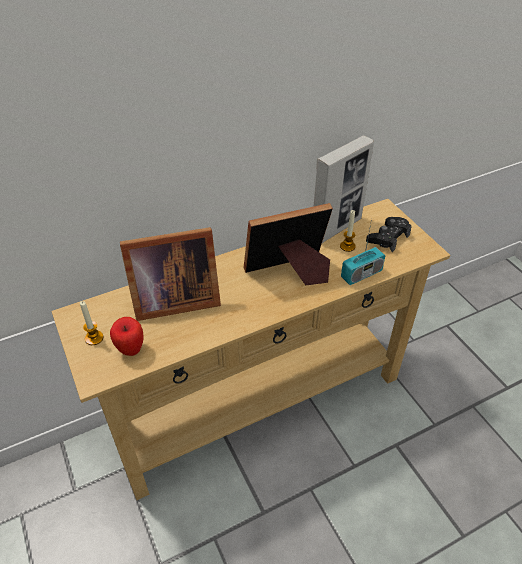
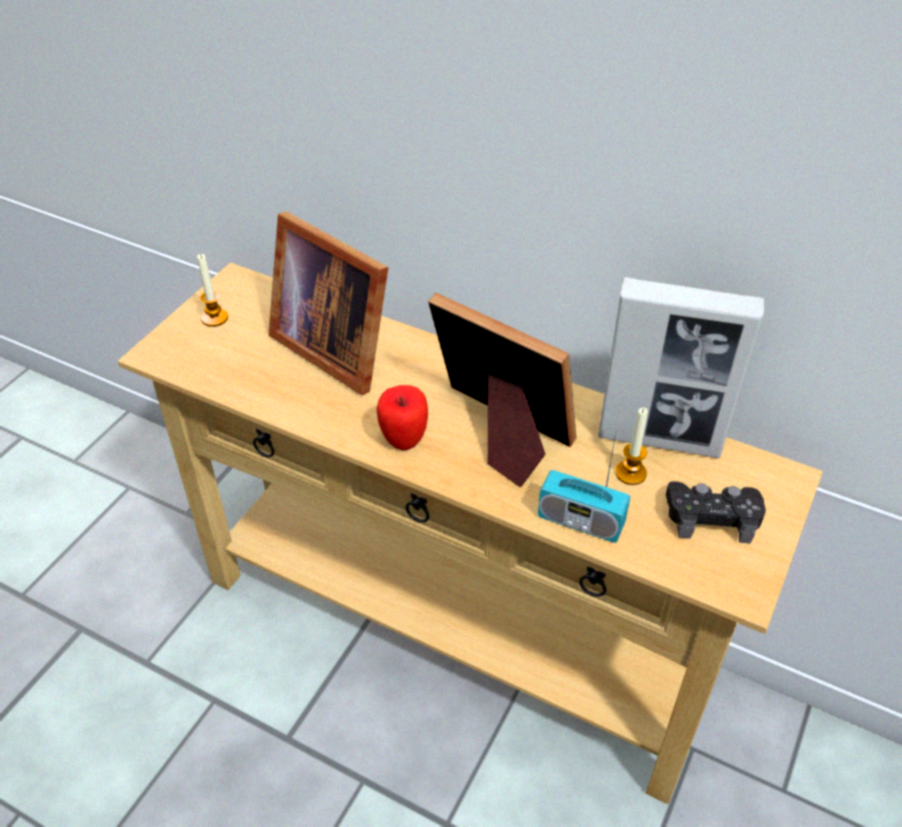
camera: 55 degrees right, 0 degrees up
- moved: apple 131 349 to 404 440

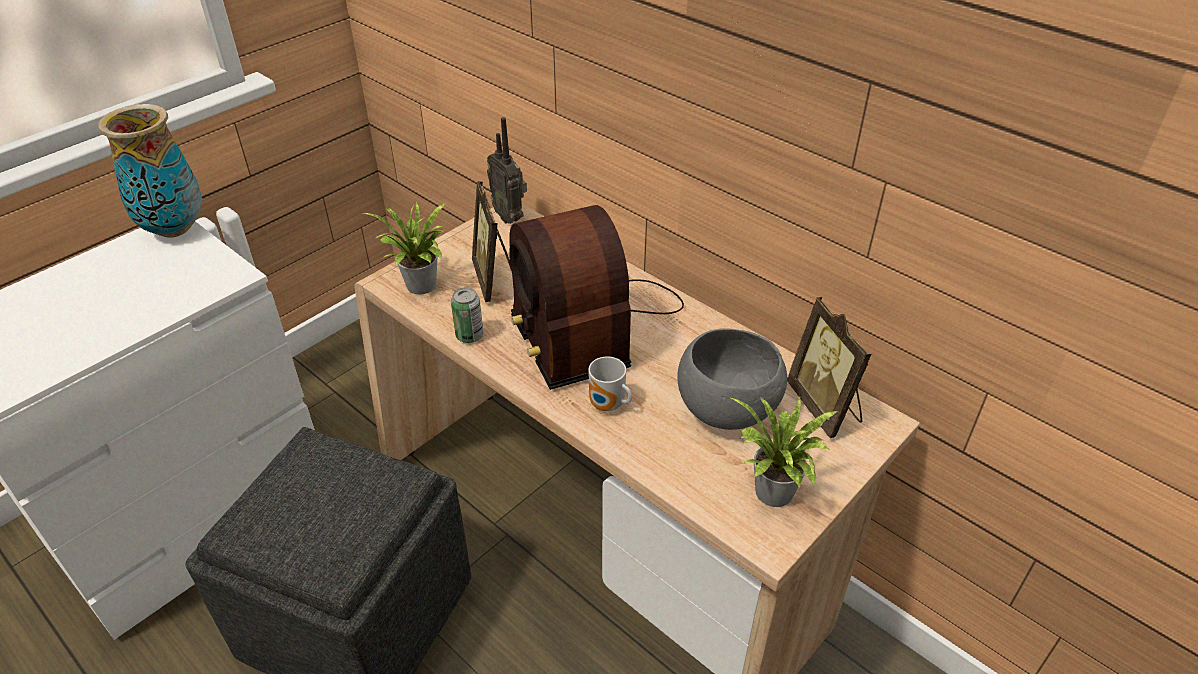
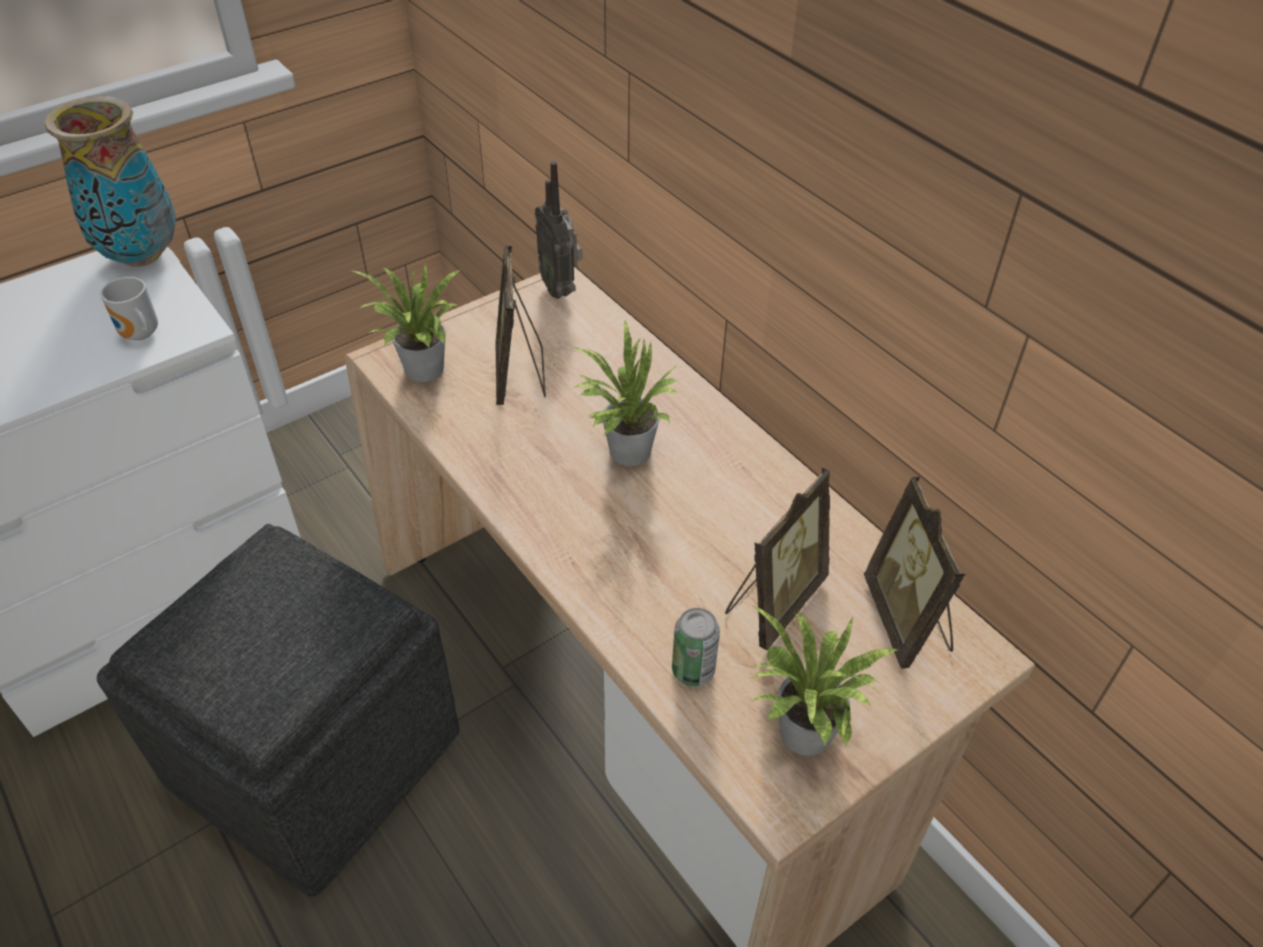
camera: 10 degrees right, 5 degrees up
- replaced: radio 590 323 to potted plant 624 452
- moved: can 469 335 to 693 670
- replaced: grey bowl 726 408 to picture frame 772 602
- moved: mug 608 406 to 140 336

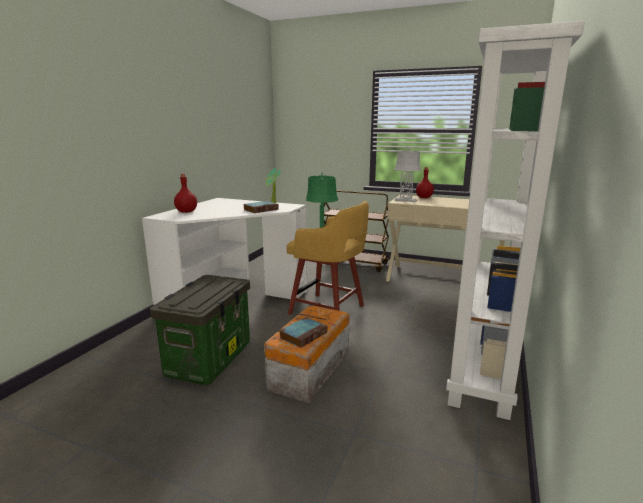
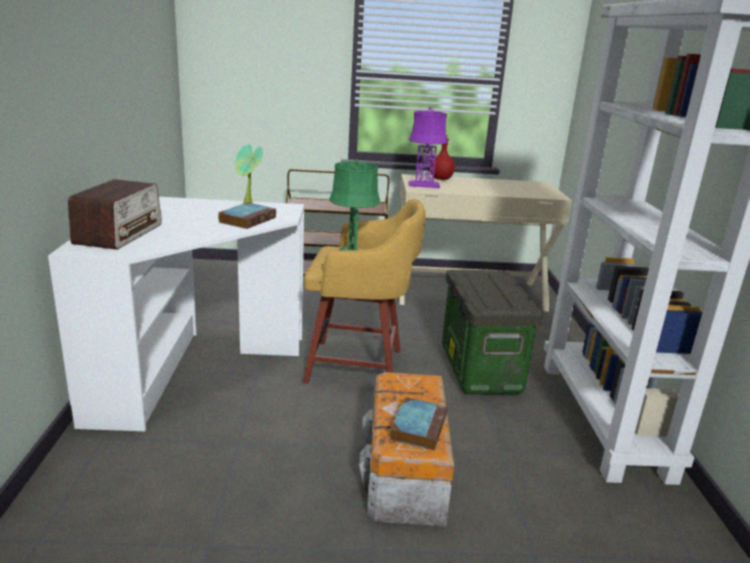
camera: 25 degrees left, 5 degrees up
- recoloured: grey table lamp 405 200 to purple table lamp 423 185
- replaced: red bottle 186 212 to radio 119 234
- moved: storage box 209 359 to 478 369

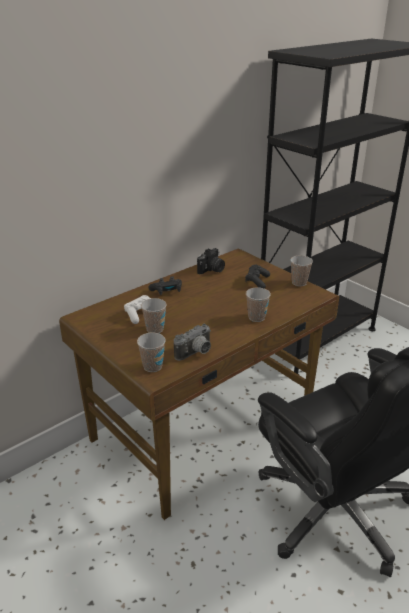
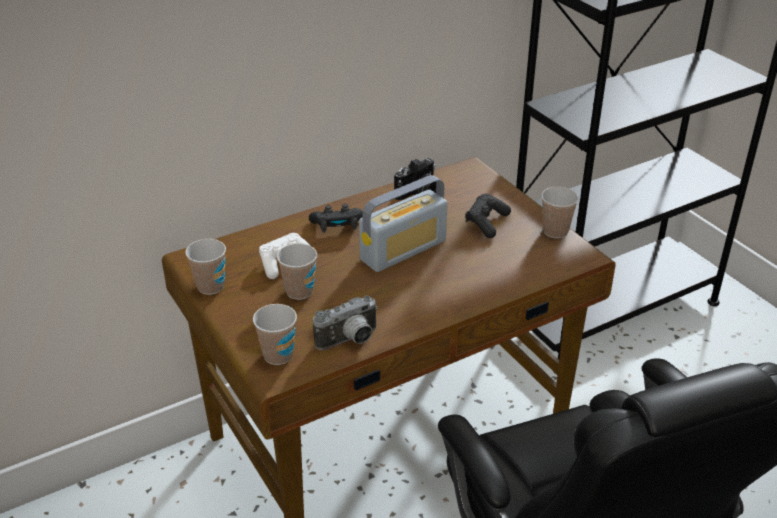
camera: 10 degrees right, 5 degrees up
- moved: cup 256 317 to 210 286
- added: radio 403 250

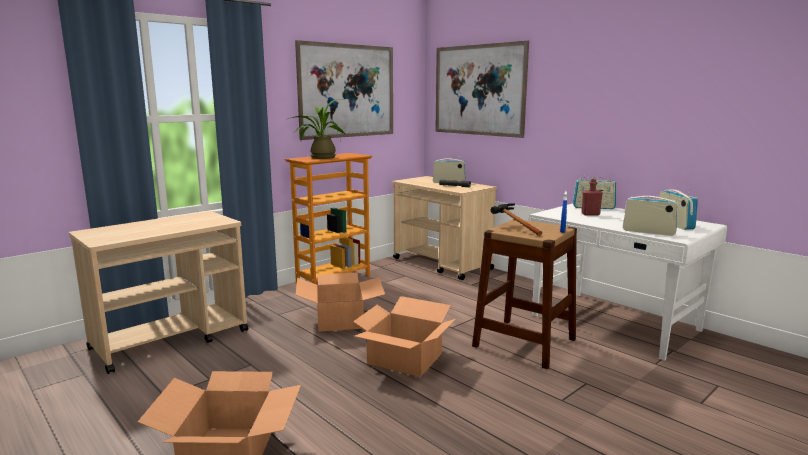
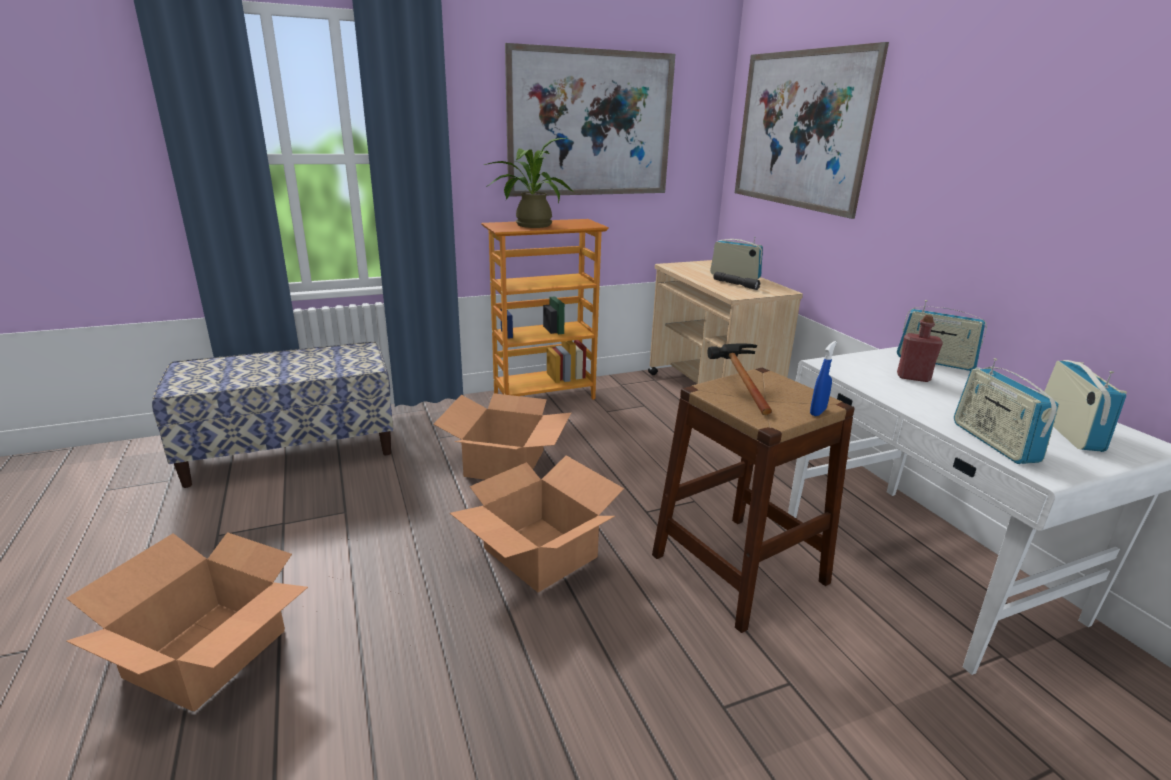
camera: 20 degrees right, 10 degrees up
- turned: radio 648 232 = 993 442 150 degrees counterclockwise
- replaced: beige cart 172 339 to bench 293 450

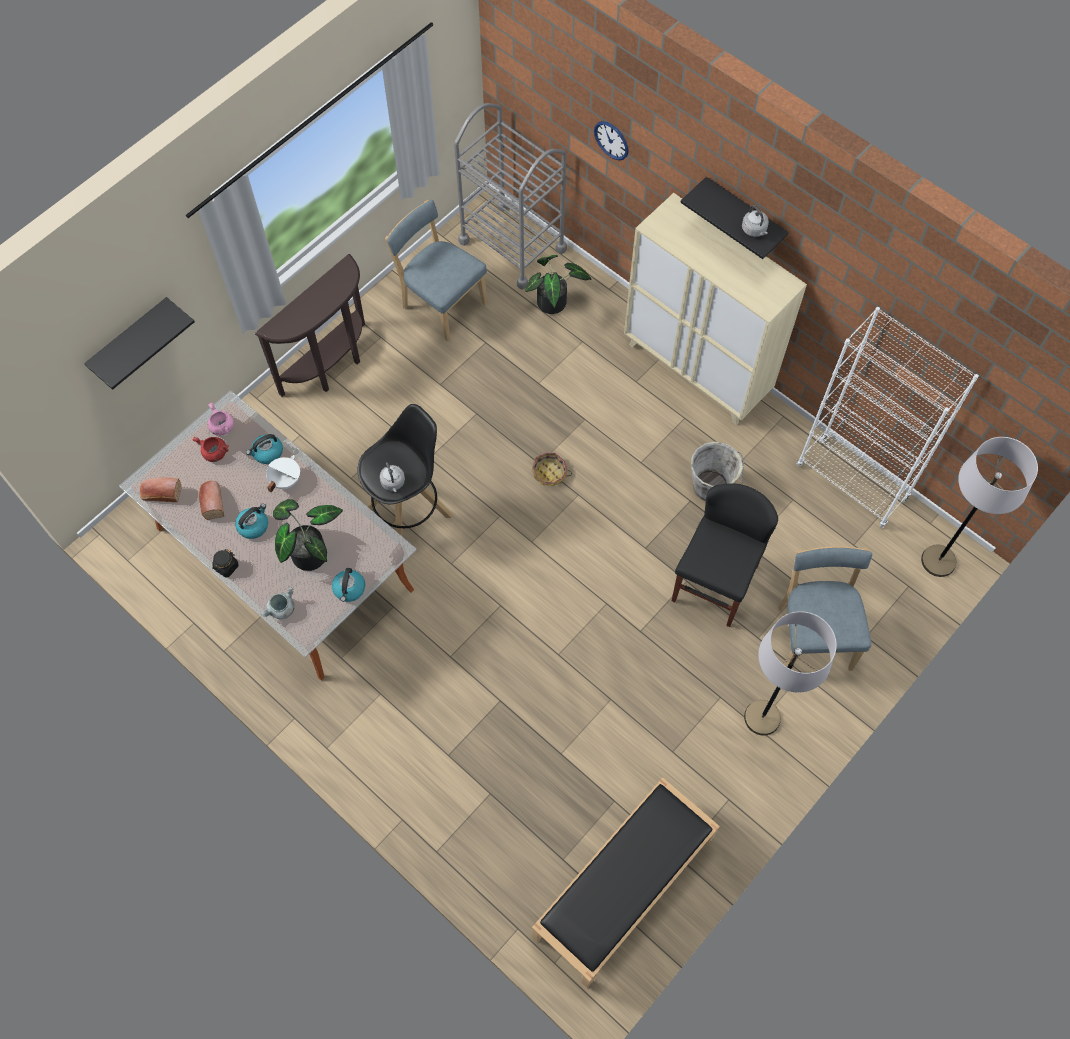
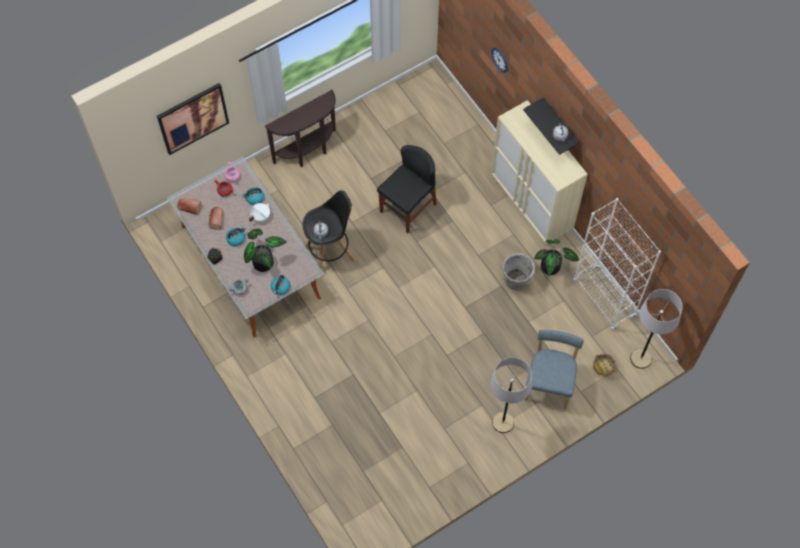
camera: 15 degrees right, 0 degrees up
- removed: grey cart 512 245
- removed: blue chair 441 303
- moved: potted plant 555 303 to 552 268
- replaced: black shelf 131 340 to picture 193 118
- moved: basket 549 473 to 603 367
- moved: black chair 714 583 to 408 208
- removed: black bench 623 888

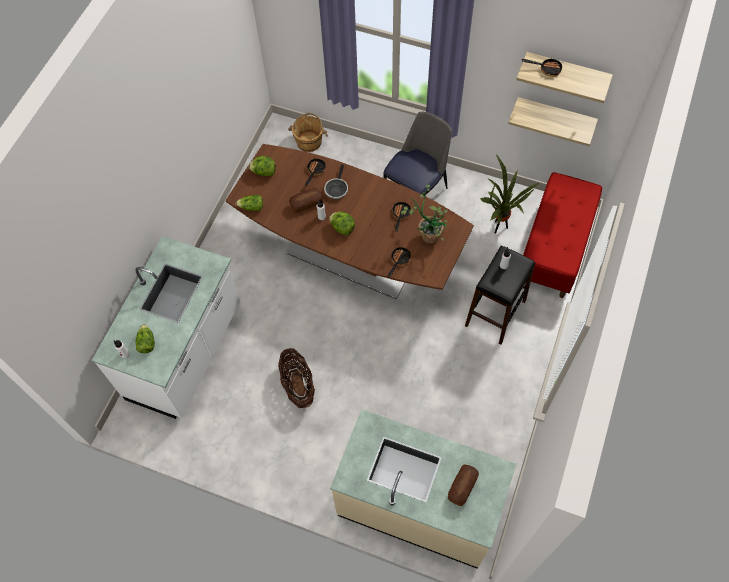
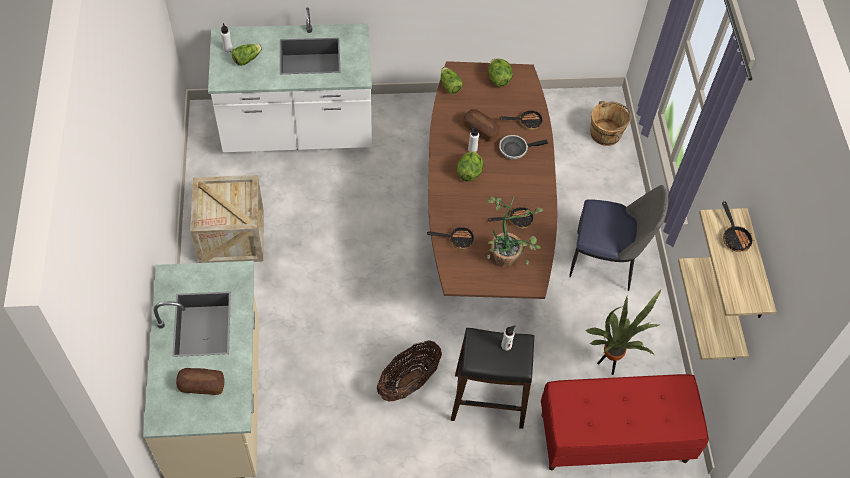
camera: 60 degrees right, 5 degrees down
- moved: basket 298 385 to 409 381
- added: crate 231 236

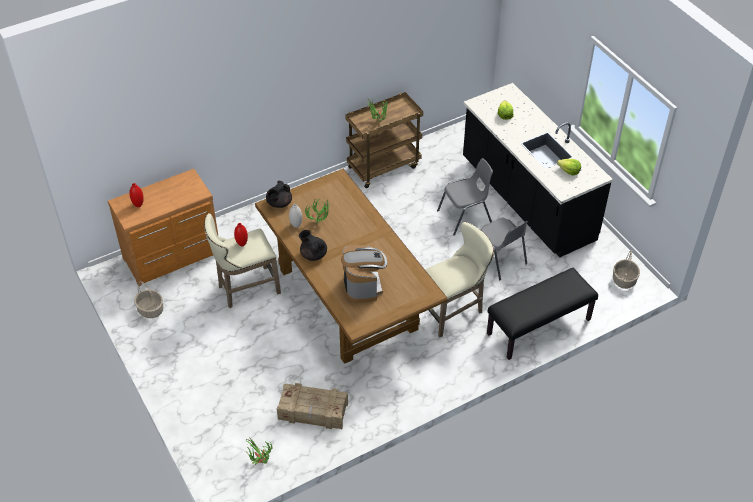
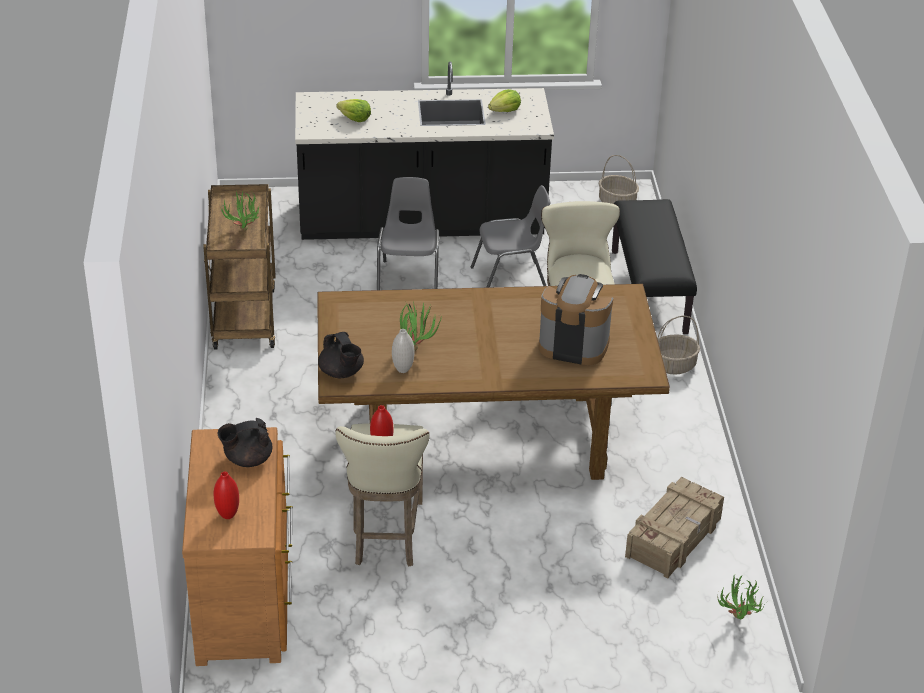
camera: 65 degrees left, 10 degrees down
- moved: black teapot 313 254 to 247 459
- moved: basket 150 310 to 674 365

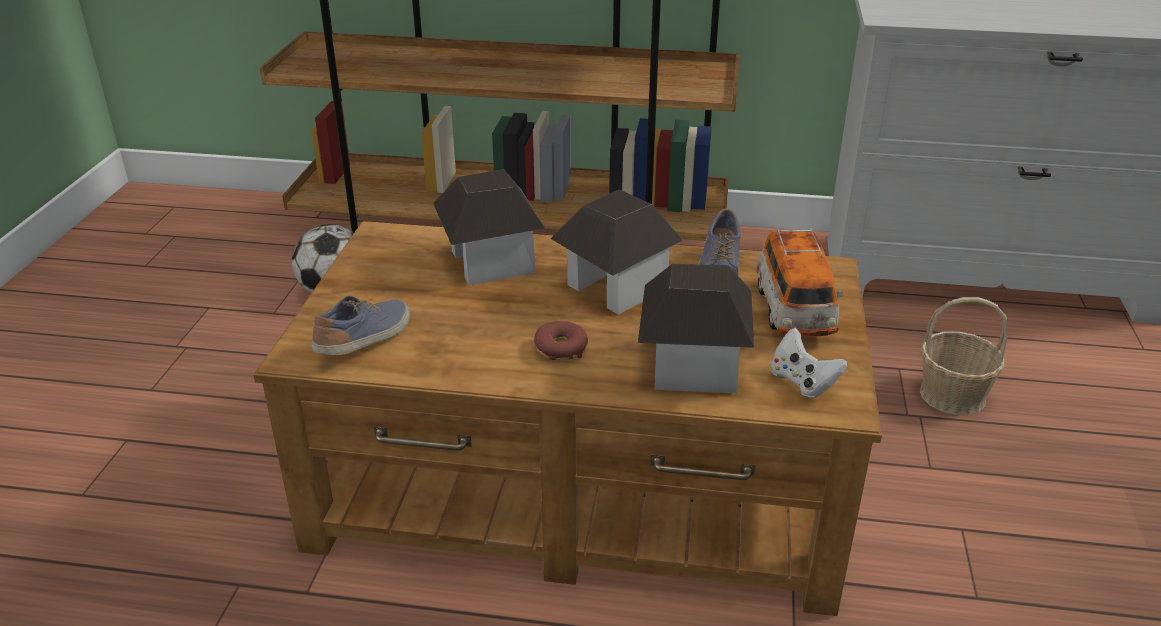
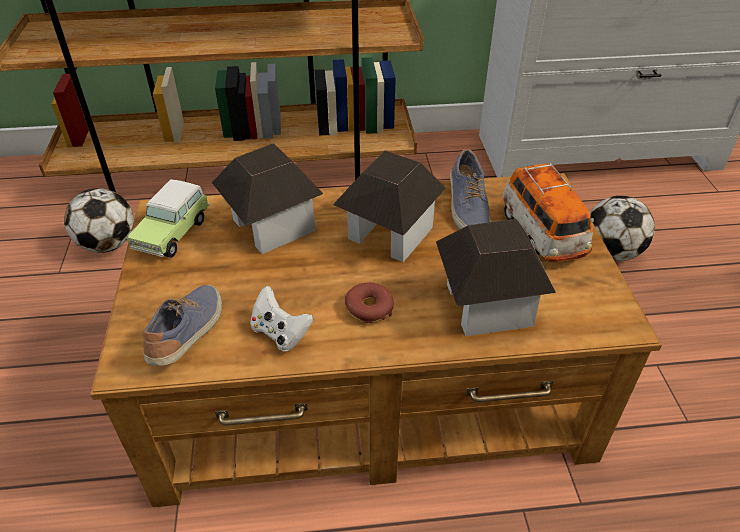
camera: 15 degrees left, 10 degrees up
- replaced: basket 953 395 to football 611 252
- moved: white game controller 802 382 to 280 333
- added: toy car 175 232

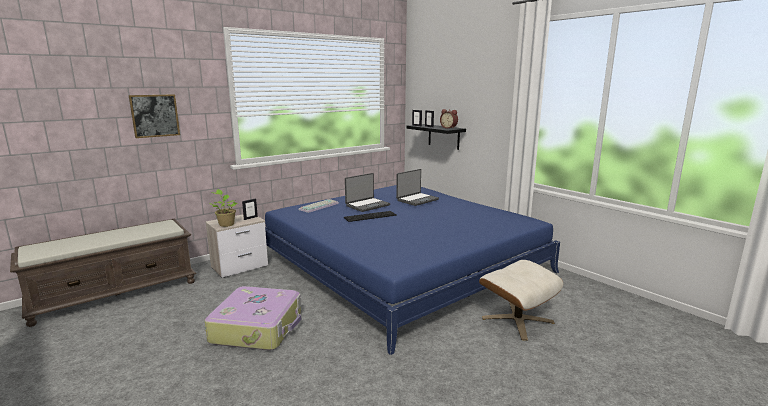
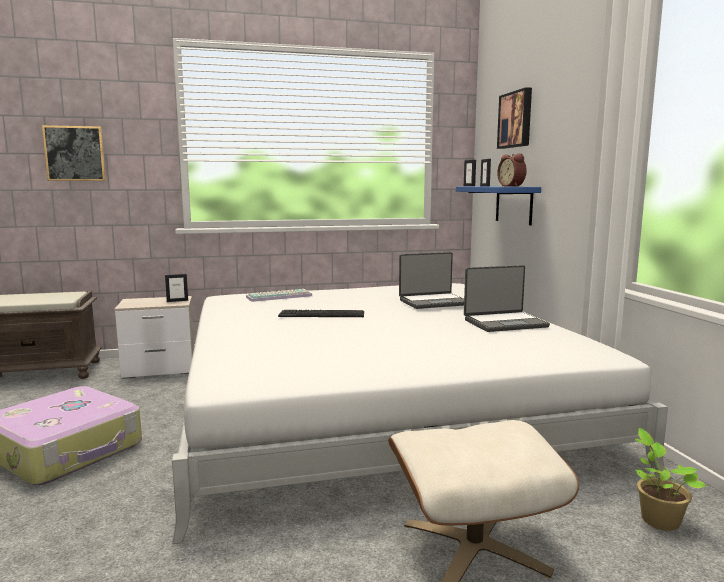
camera: 25 degrees right, 5 degrees down
- recoloured: black shelf 443 136 to blue shelf 514 204
- moved: laptop 367 205 to 504 323
- recoloured: blue bed 401 264 to white bed 375 403
- moved: potted plant 226 224 to 657 519
- added: picture 516 119

